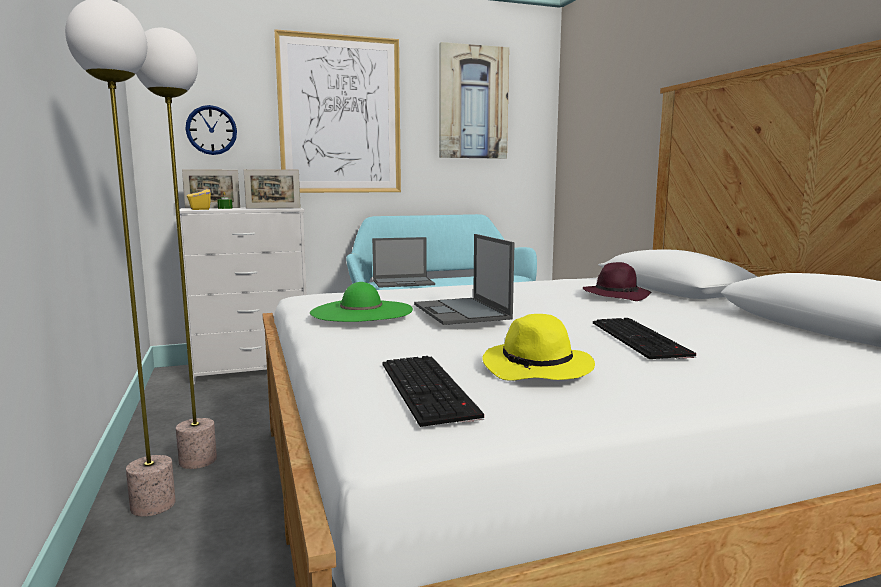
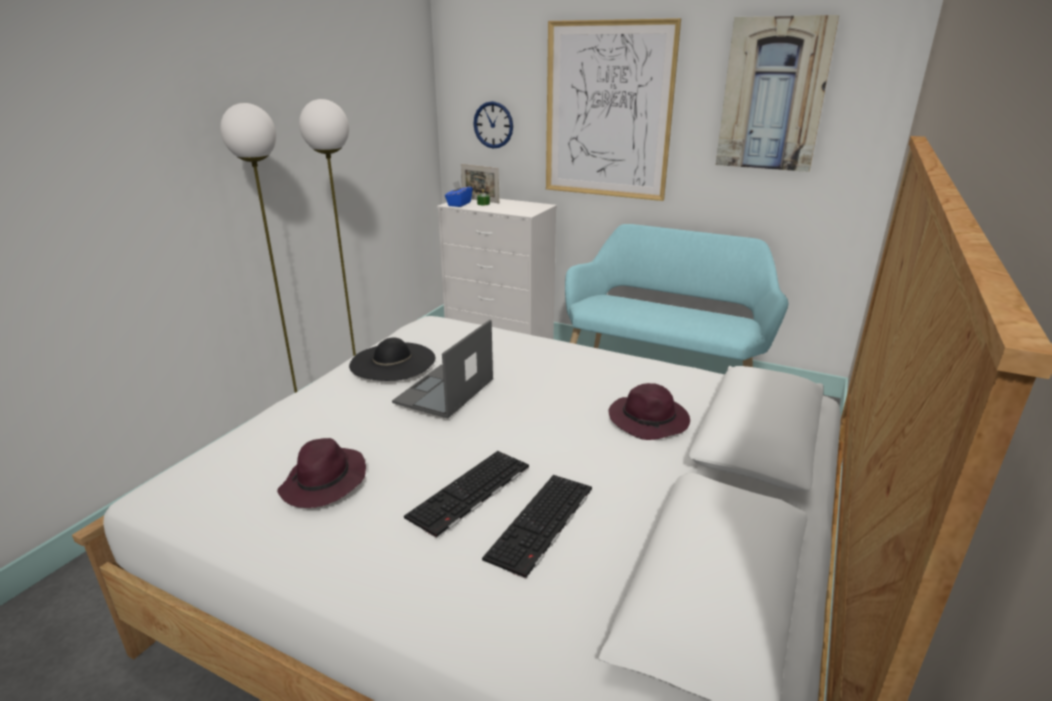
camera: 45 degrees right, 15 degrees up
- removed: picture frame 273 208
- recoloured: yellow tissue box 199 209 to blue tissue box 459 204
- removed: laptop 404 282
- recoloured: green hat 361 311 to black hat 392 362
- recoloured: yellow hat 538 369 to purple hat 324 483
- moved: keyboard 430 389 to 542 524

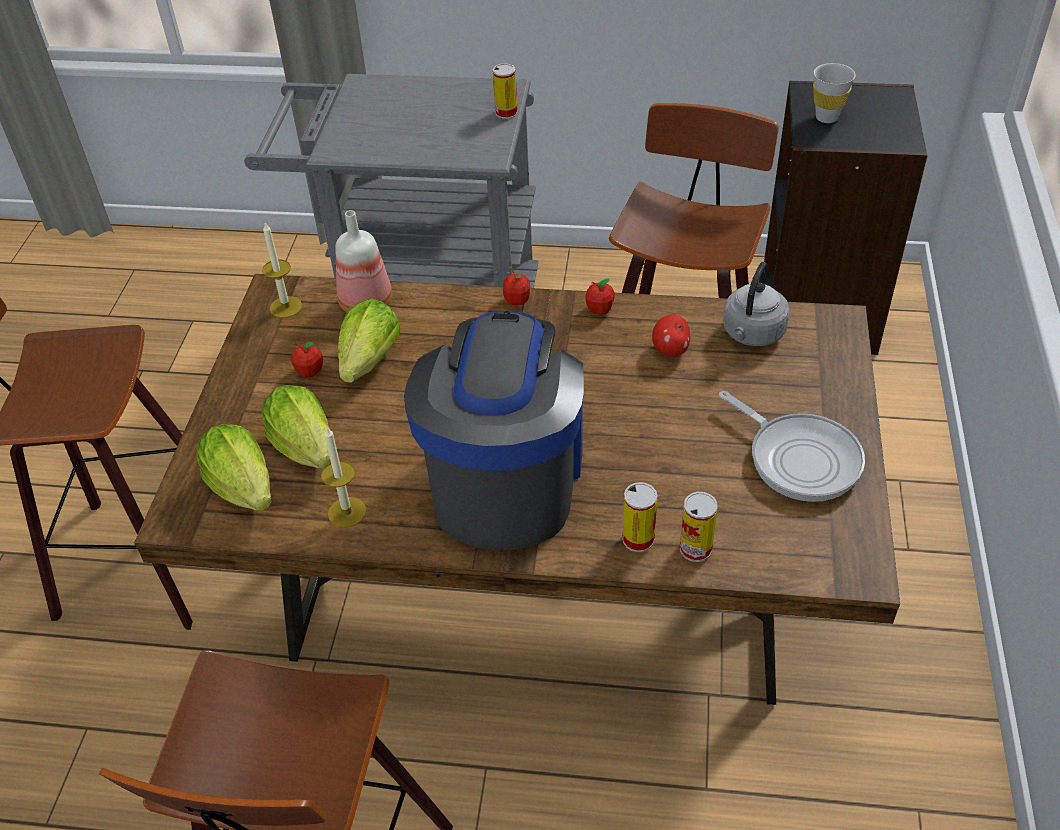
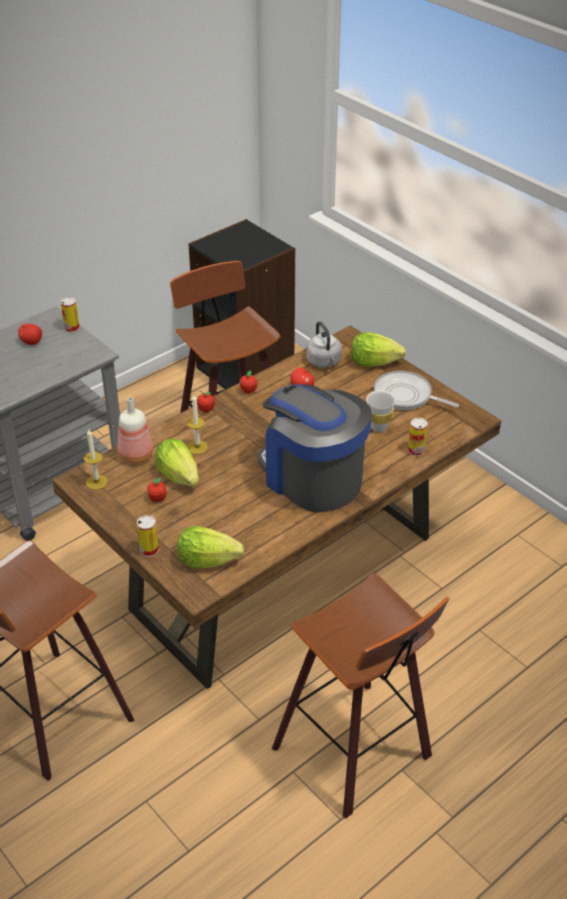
camera: 50 degrees left, 5 degrees down
- moved: white cup 826 117 to 378 427
- moved: lettuce 305 447 to 374 362
- turned: frying pan 799 458 = 406 396 150 degrees counterclockwise
- moved: candle 347 512 to 197 447
- moved: can 638 539 to 149 550
- added: apple 32 342

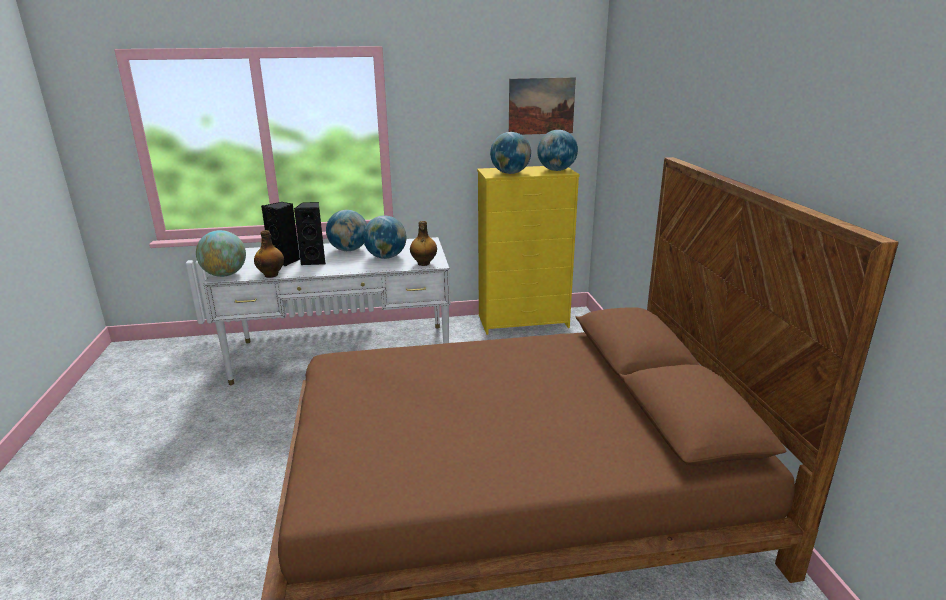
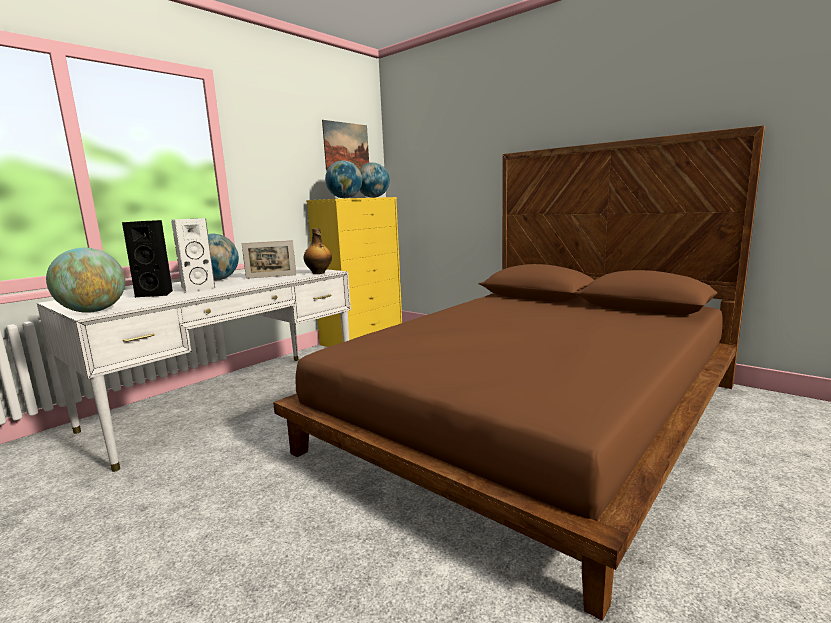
camera: 40 degrees left, 10 degrees down
- recoloured: black speaker 315 261 to white speaker 196 288
- replaced: globe 386 257 to picture frame 271 276
- removed: bottle 271 275

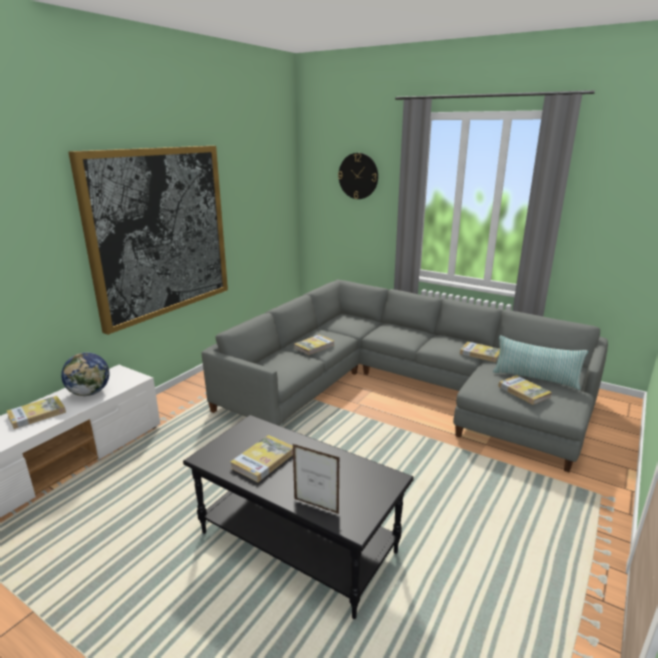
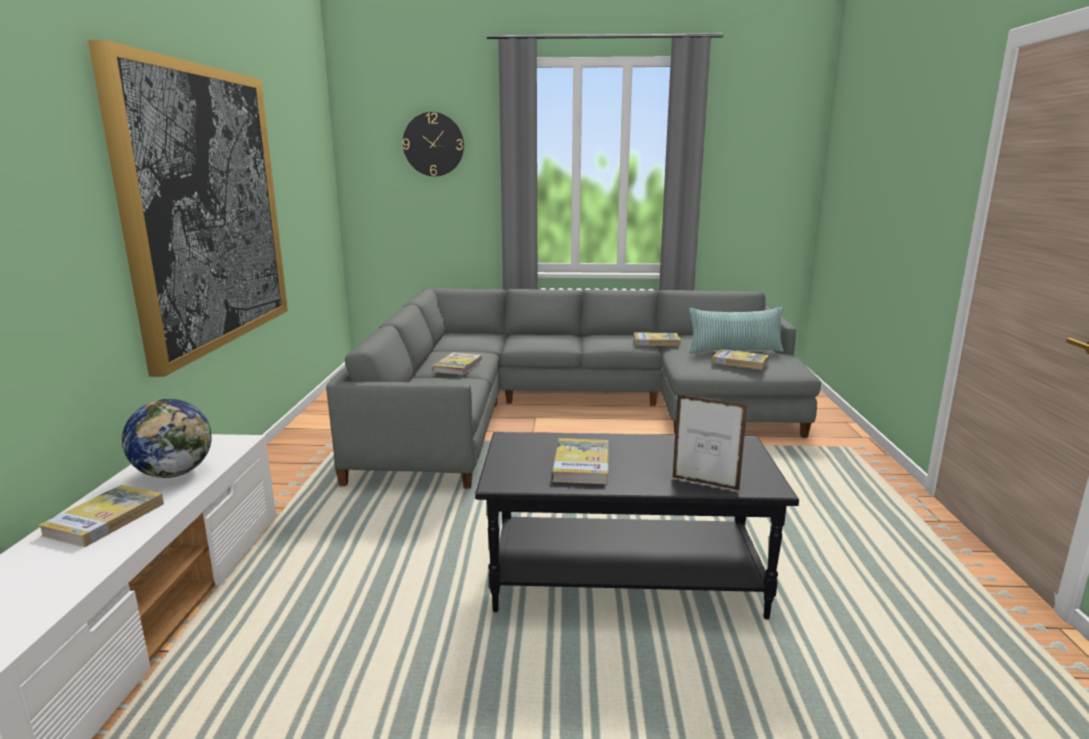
camera: 30 degrees left, 5 degrees down
- turned: picture frame 316 506 = 704 483 150 degrees counterclockwise

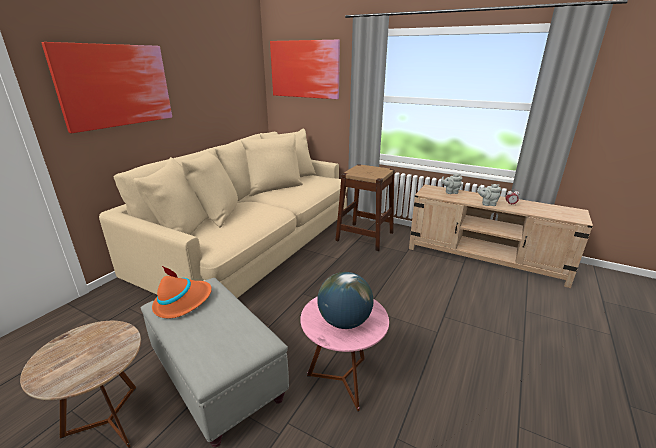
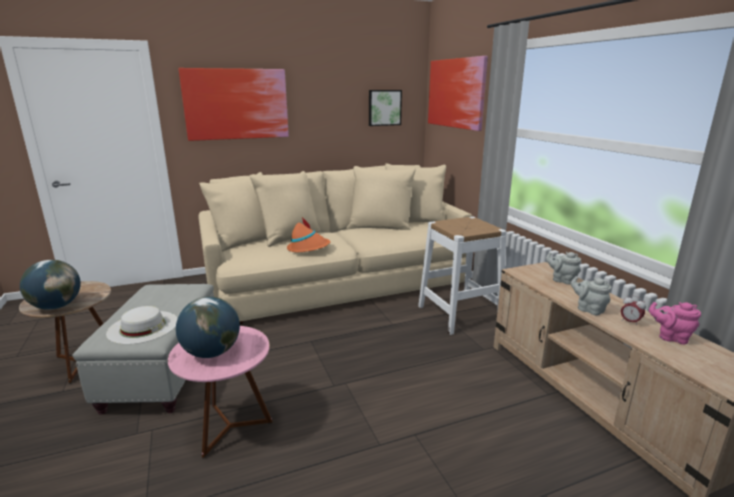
camera: 40 degrees right, 5 degrees down
- recoloured: brown stool 365 236 to white stool 459 314
- moved: orange hat 183 302 to 308 248
- added: picture 384 107
- added: globe 56 306
- added: pink teapot 670 337
- added: white hat 143 327

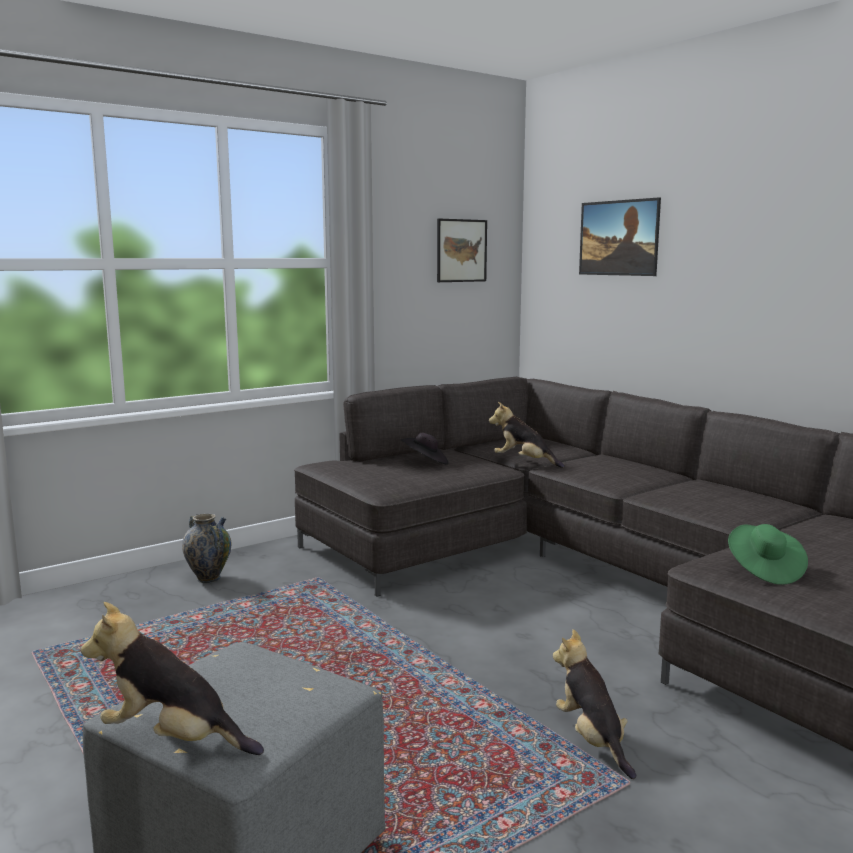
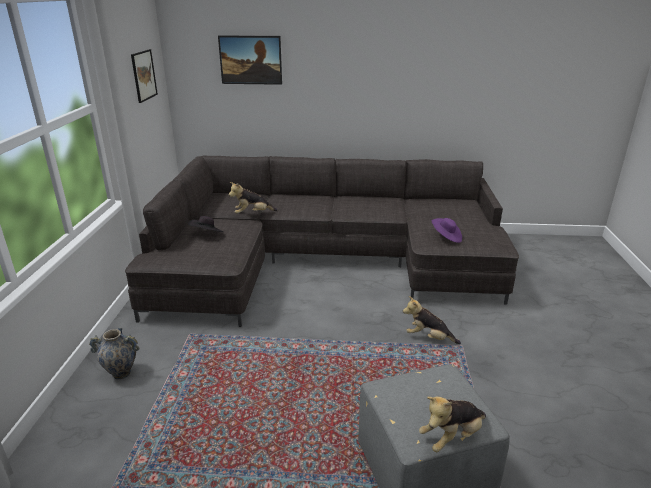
camera: 50 degrees left, 15 degrees up
- recoloured: green hat 764 570 to purple hat 446 237

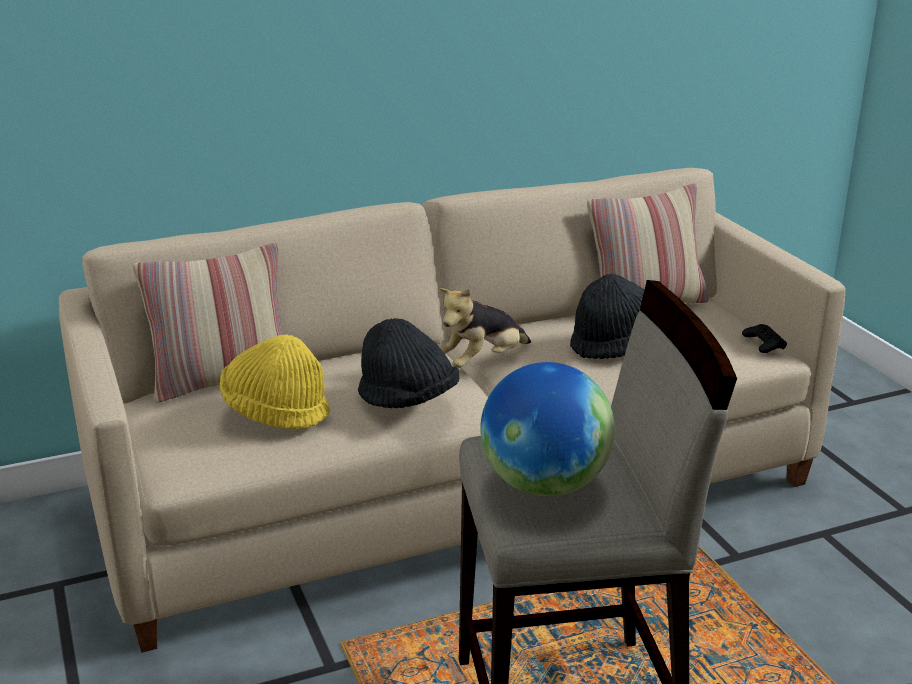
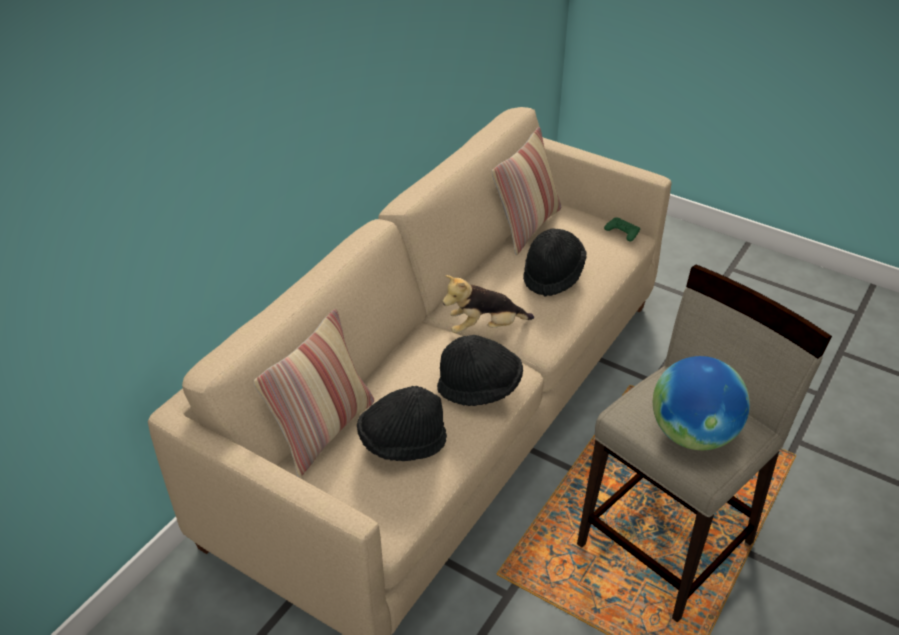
camera: 35 degrees left, 15 degrees up
- turned: plush toy 483 361 = 485 327 60 degrees clockwise
- recoloured: black game controller 763 343 to green game controller 622 232
- recoloured: yellow hat 275 412 to black hat 402 442

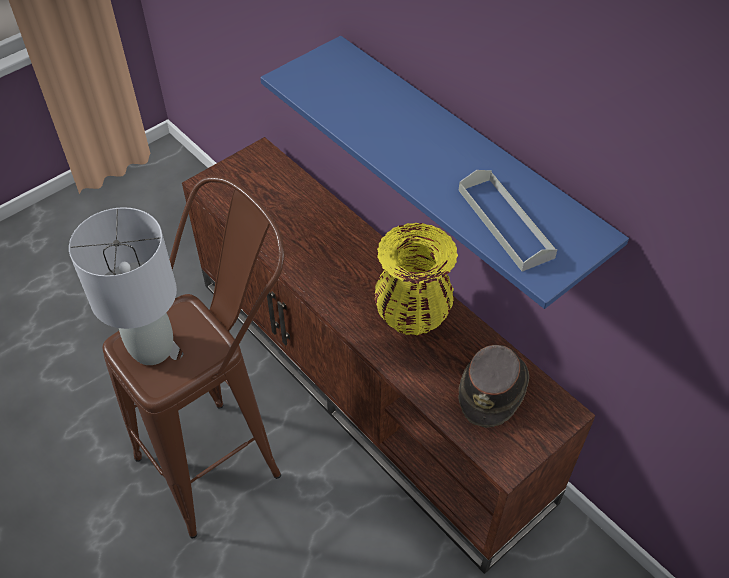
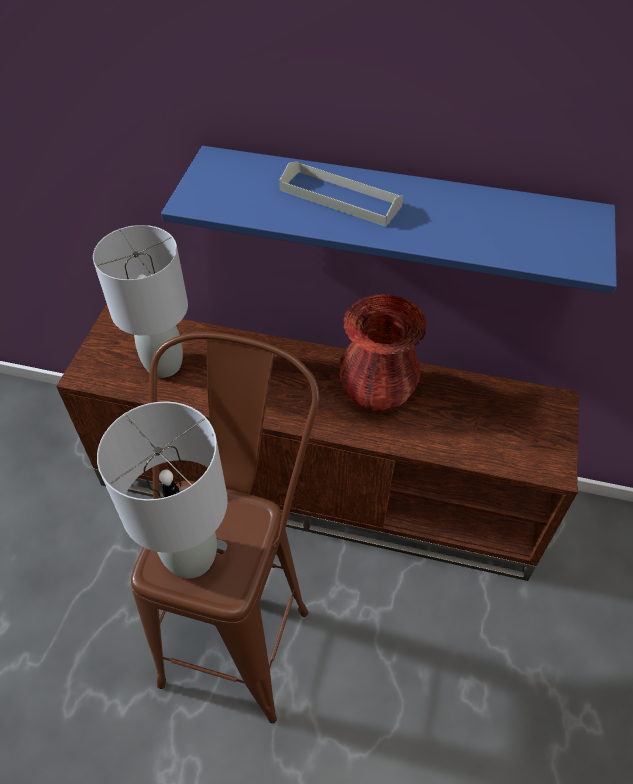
camera: 35 degrees left, 0 degrees up
- moved: grey tray 505 223 to 340 198
- recoloured: yellow vase 412 316 to red vase 377 392
- removed: brown hat 493 389
- added: grey table lamp 164 364

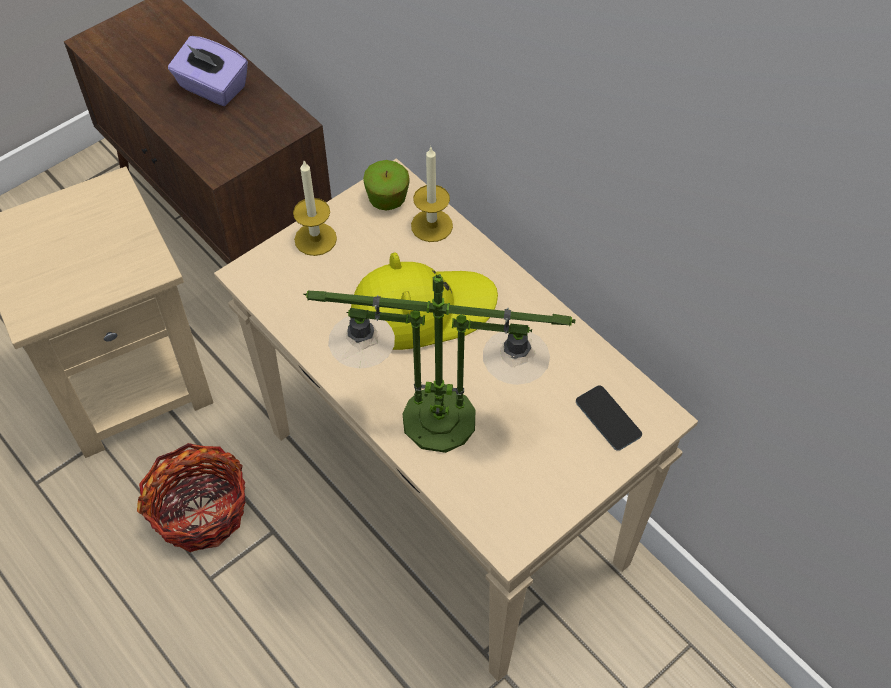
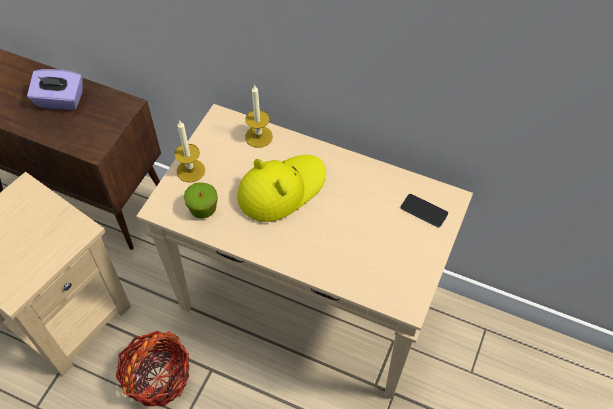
camera: 25 degrees left, 0 degrees up
- moved: apple 387 199 to 203 209
- removed: table lamp 437 420

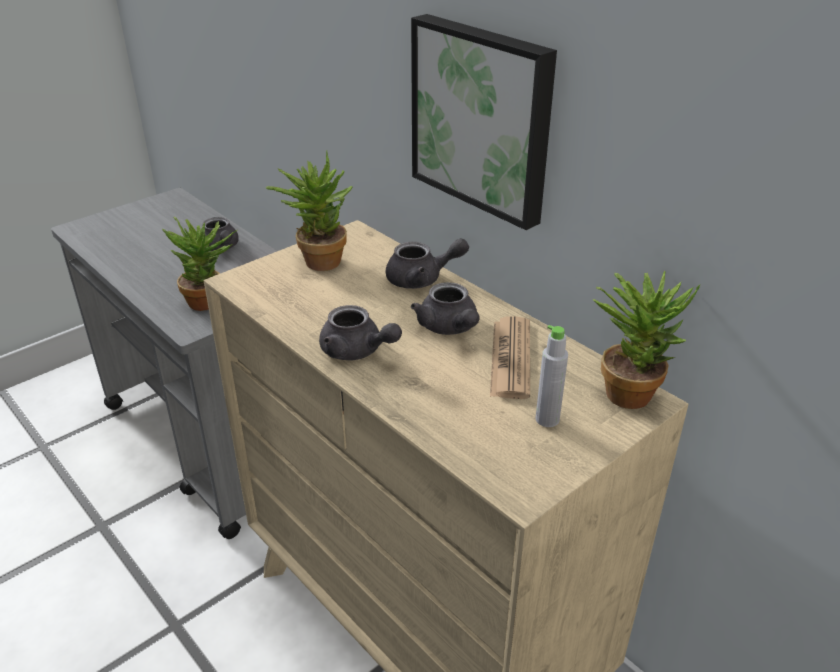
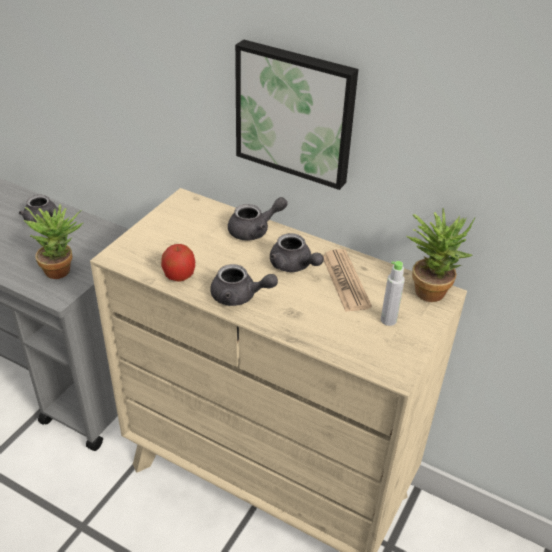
camera: 20 degrees left, 5 degrees up
- removed: potted plant 317 260
- added: apple 179 276

